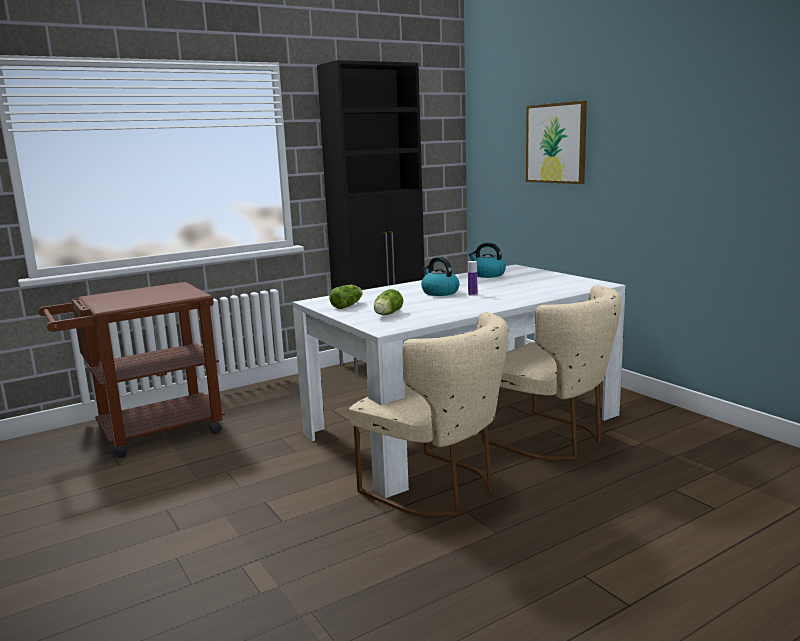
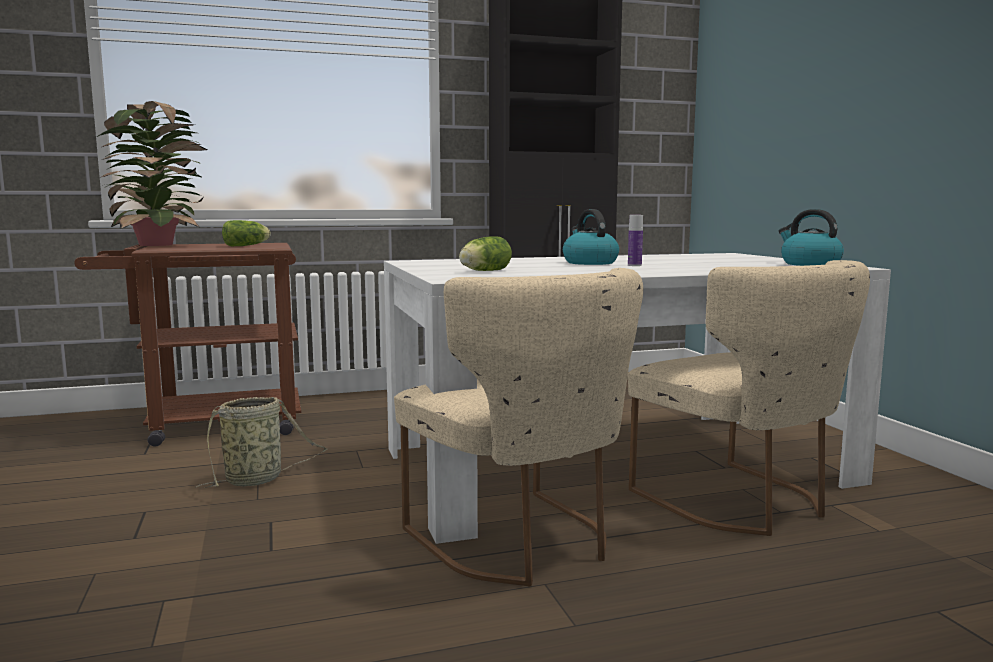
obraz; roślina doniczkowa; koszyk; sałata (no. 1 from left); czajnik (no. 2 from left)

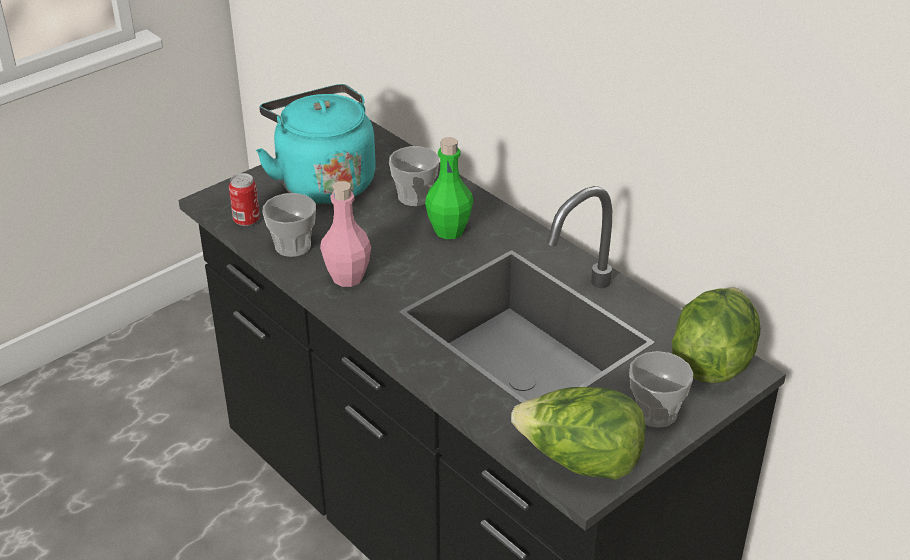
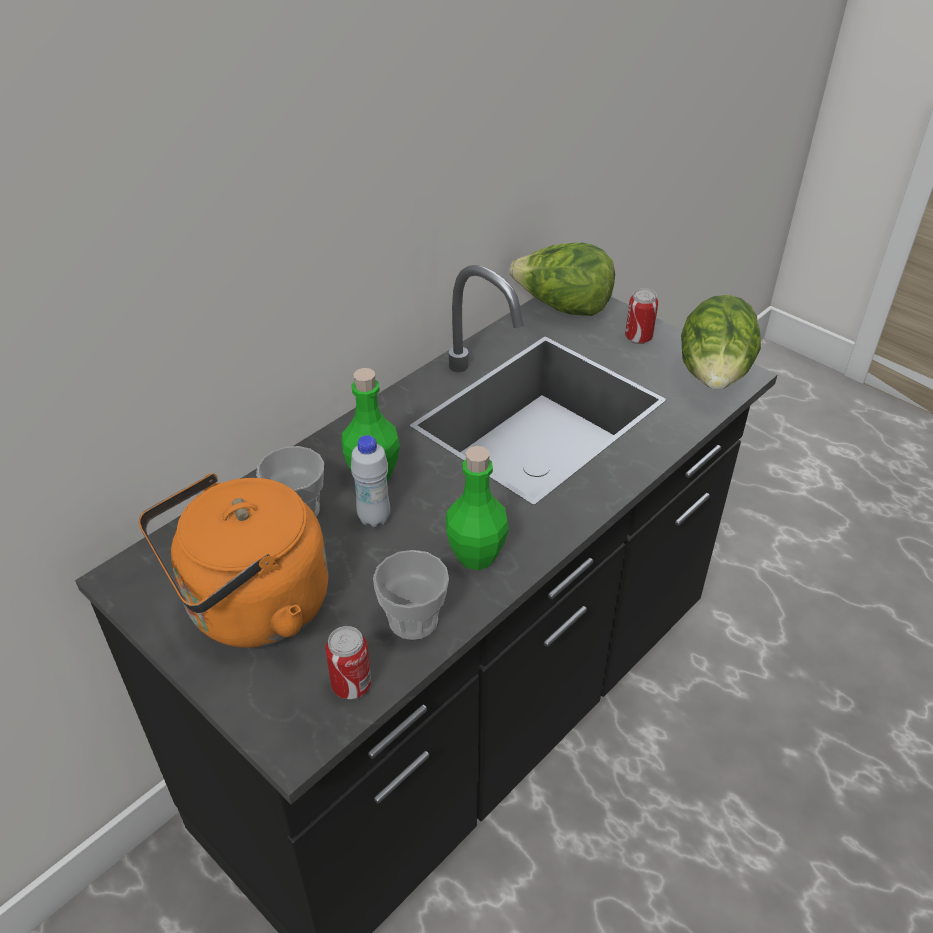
butelka (biały); puszka (no. 2 from left); czajnik (pomarańczowy); butelka (zielony) (no. 2 from left)

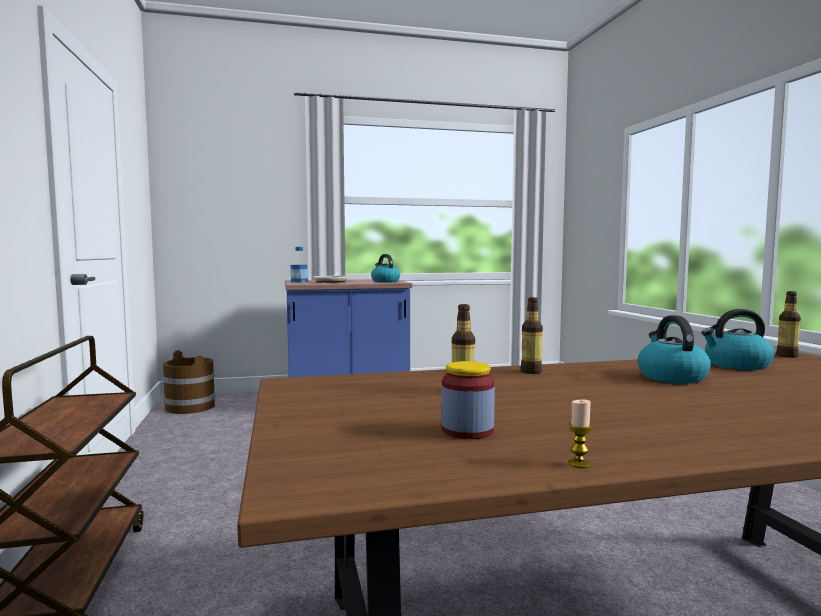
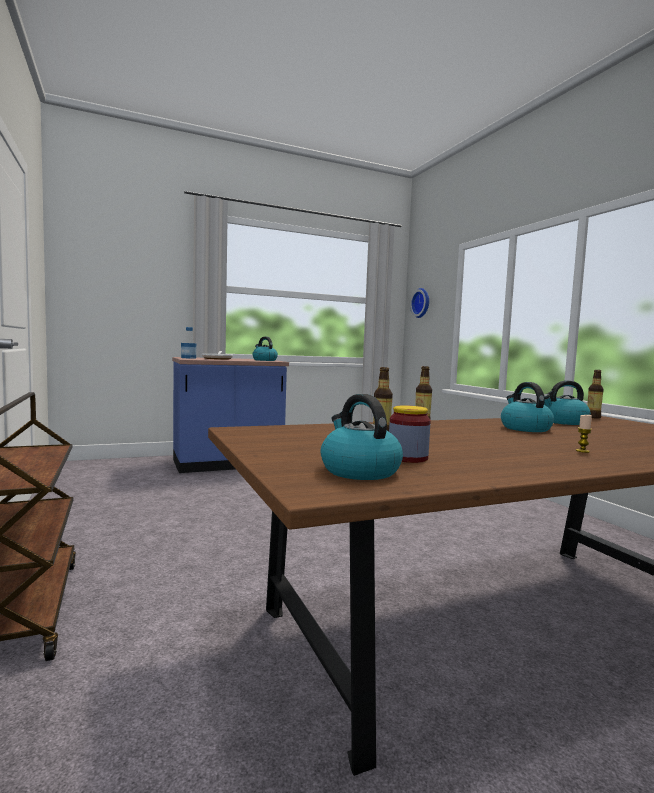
wiadro (brązowy); czajnik (no. 2 from left); zegar ścienny; świeca

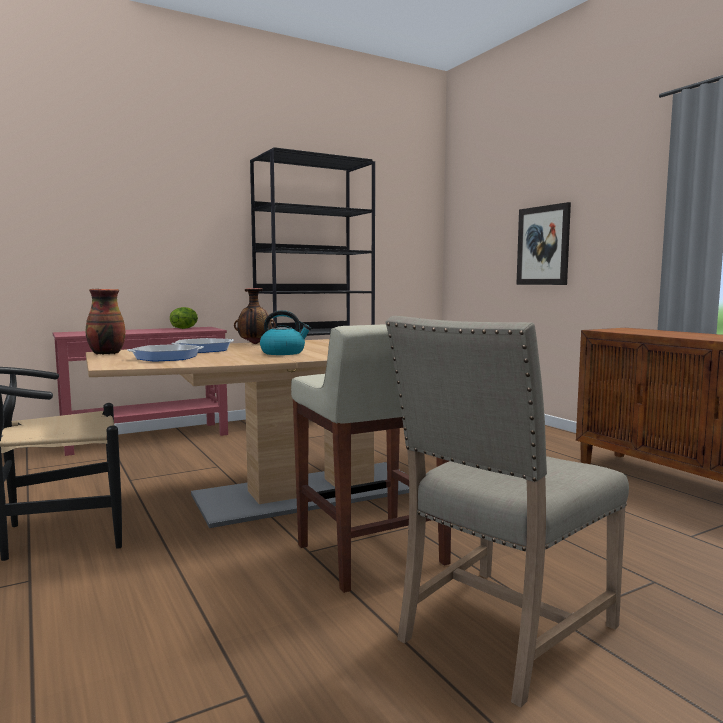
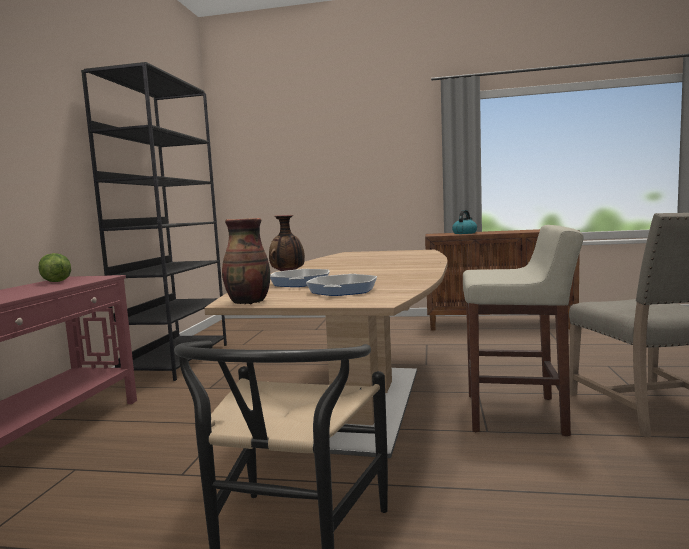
obraz; czajnik

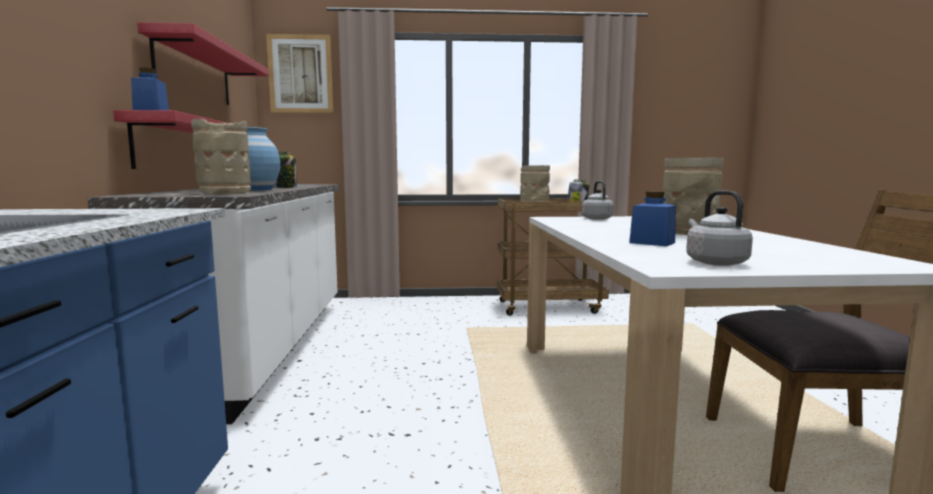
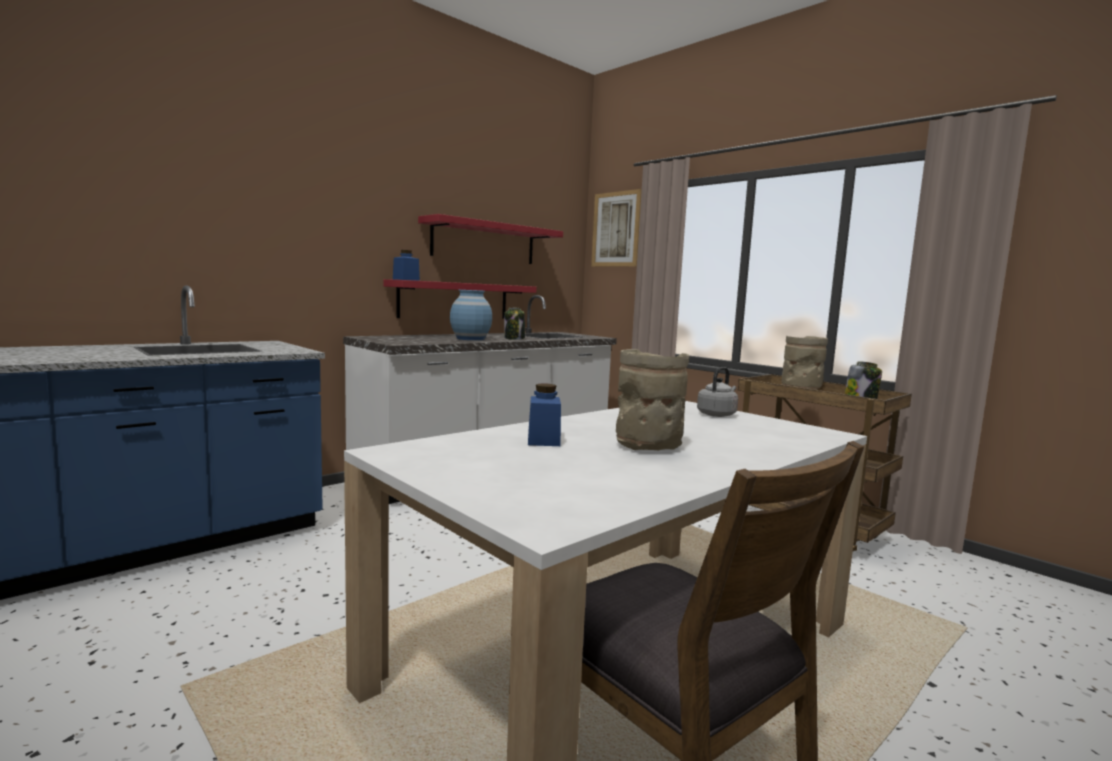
wazon (beżowy) (no. 1 from left in the first image); czajnik (szary) (no. 2 from left in the first image)

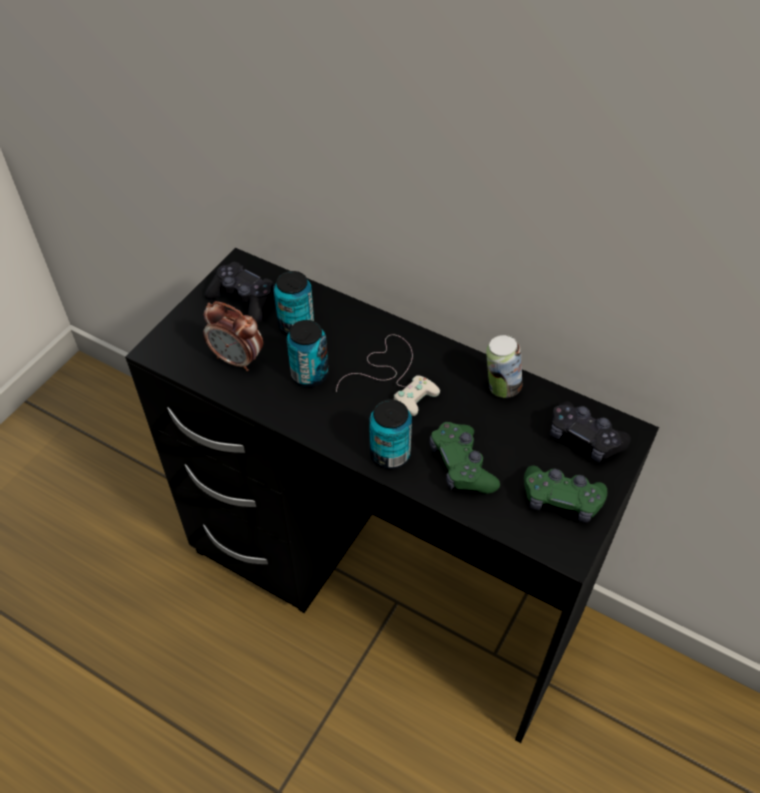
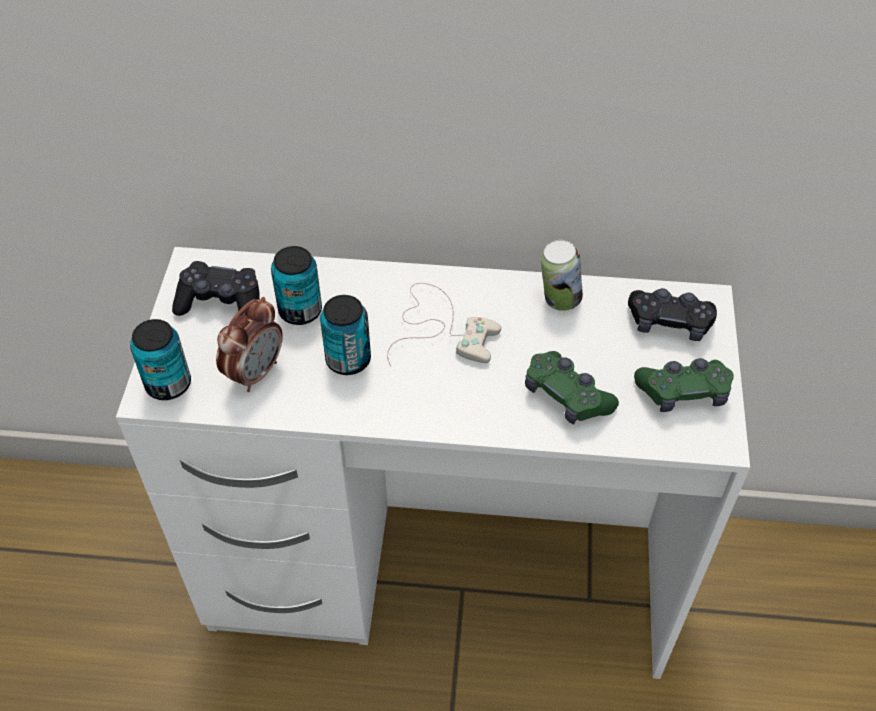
puszka (no. 1 from left); biurko (biały); budzik

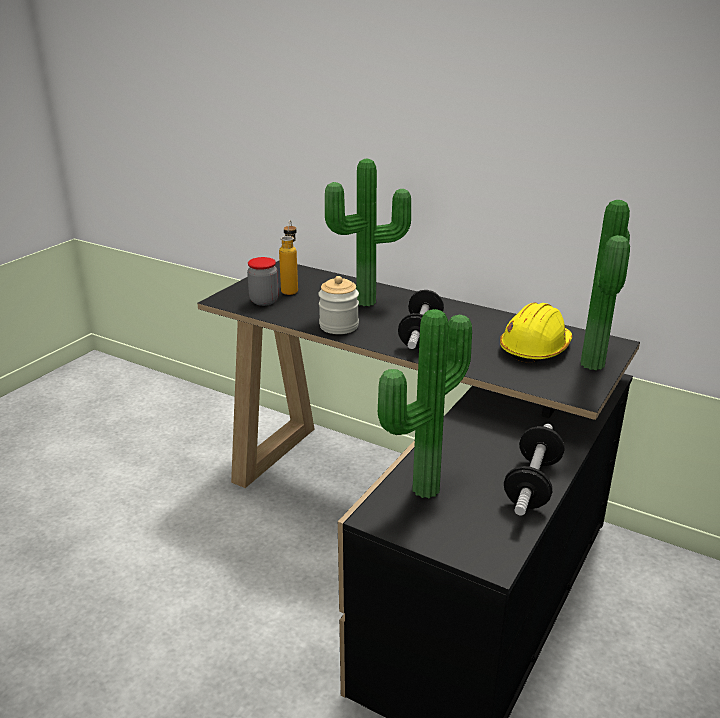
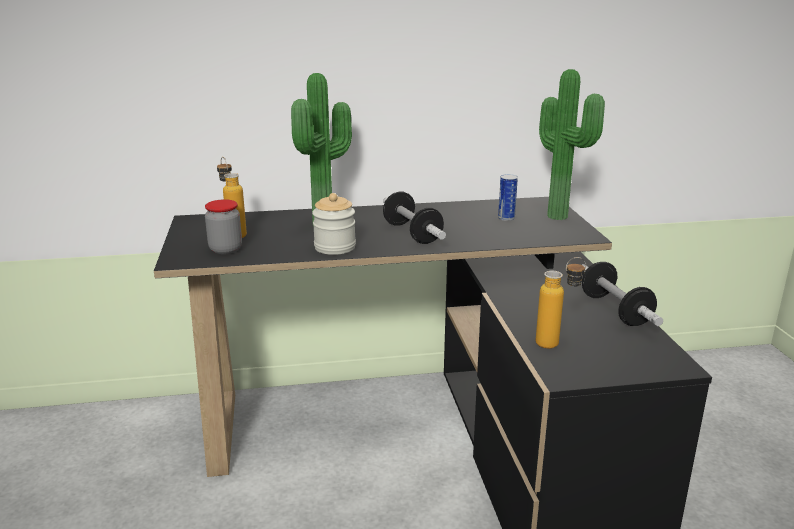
butelka (no. 2 from left); puszka

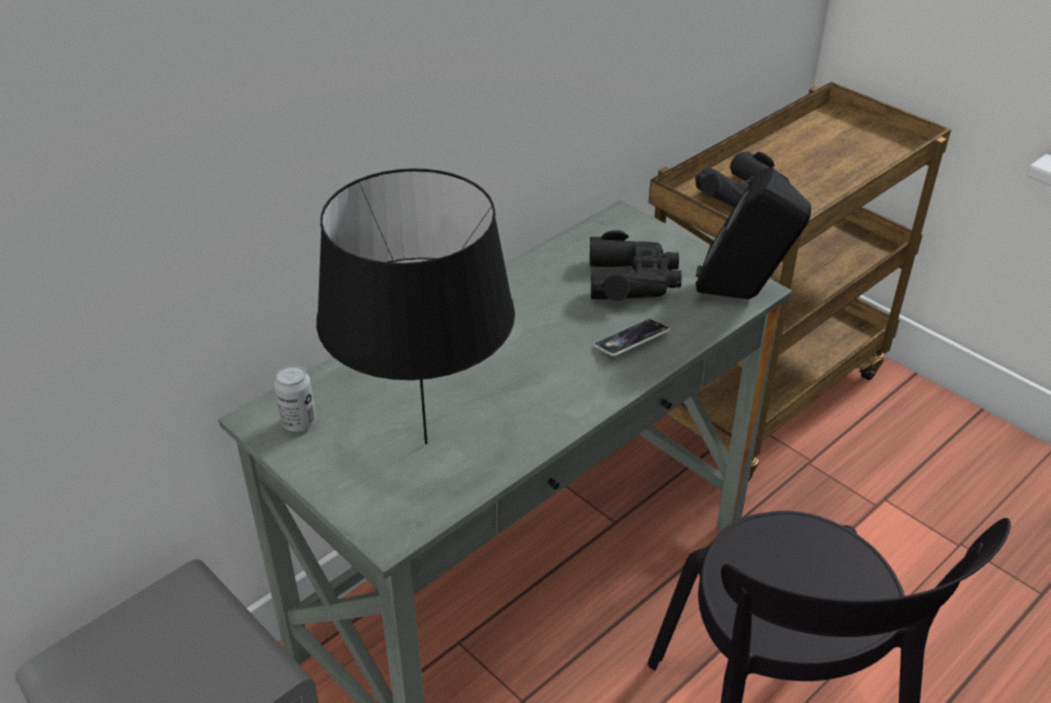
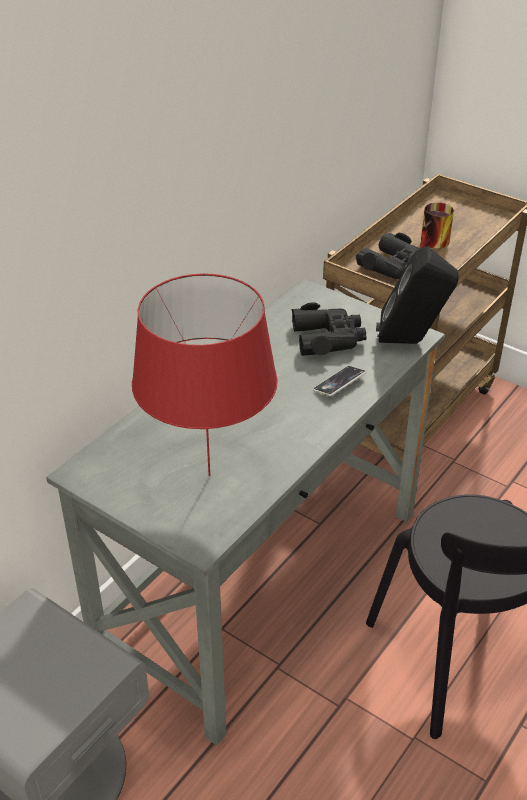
puszka; kubek; lampa stołowa (czerwony)

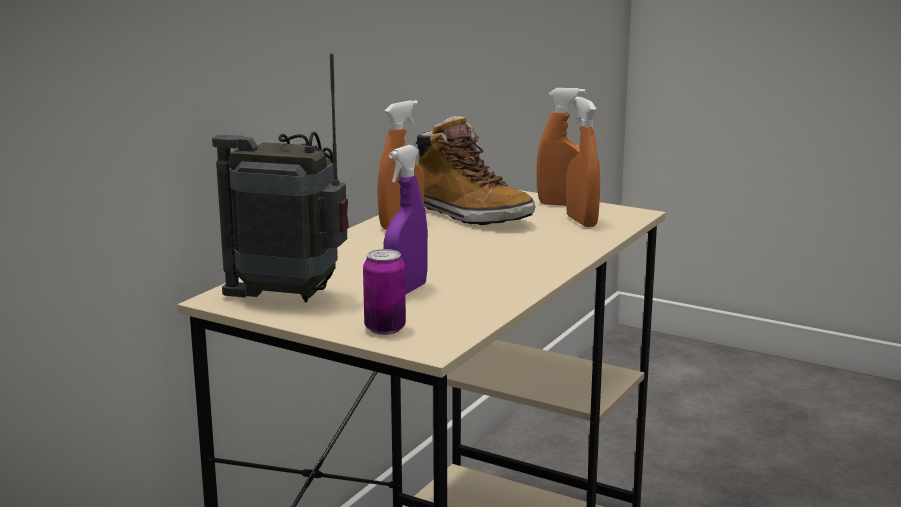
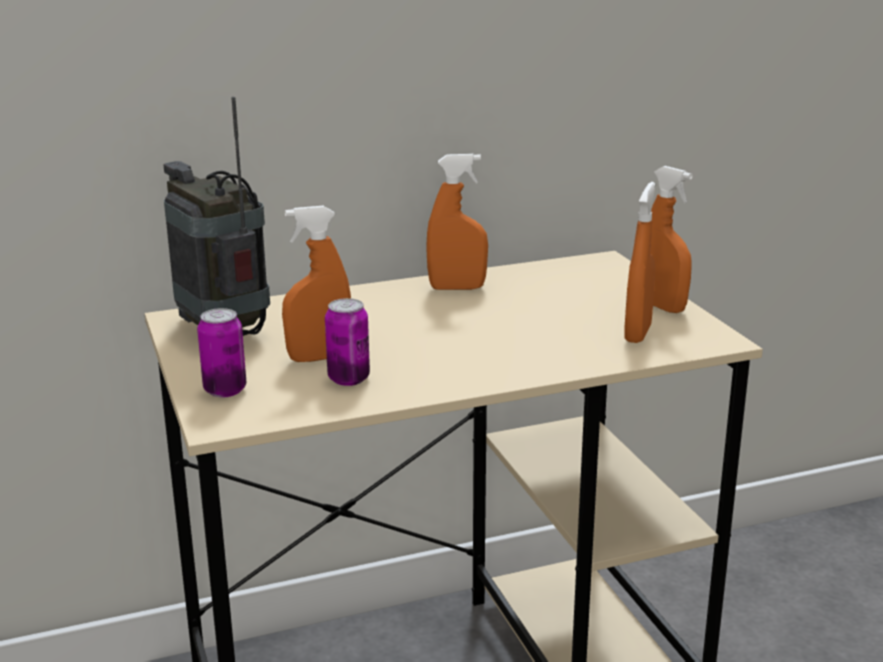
but z cholewką; puszka (no. 2 from left); spryskiwacz (pomarańczowy) (no. 1 from left)

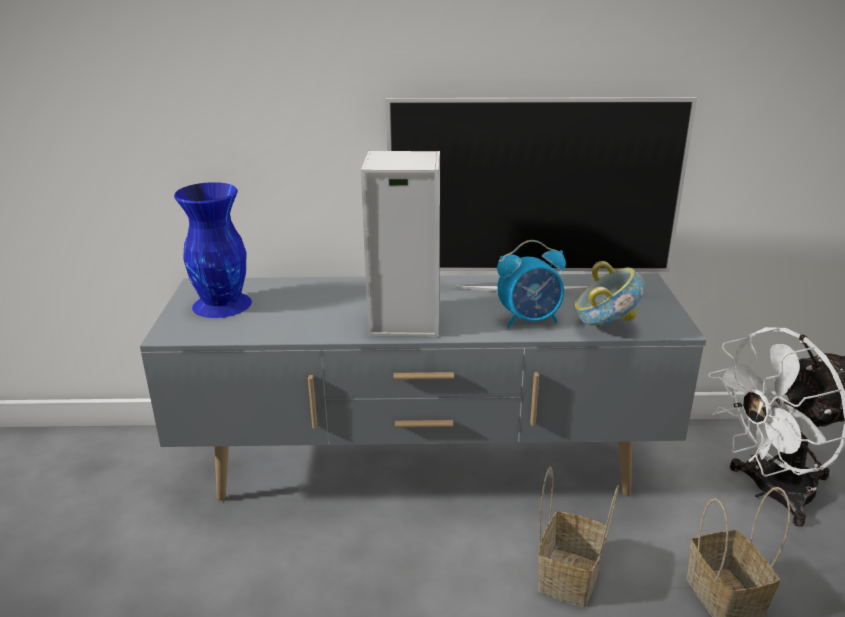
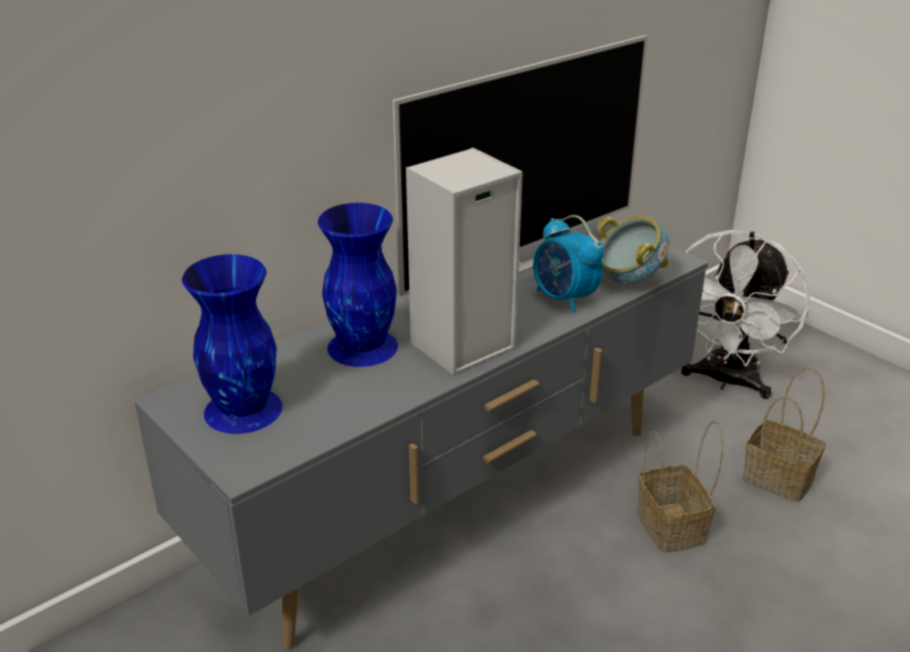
wazon (niebieski) (no. 2 from left); budzik

